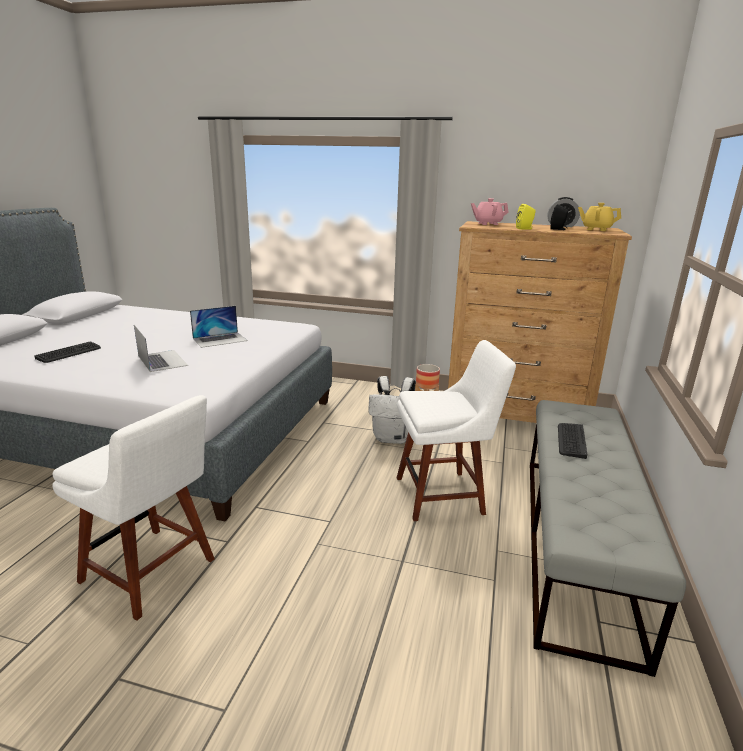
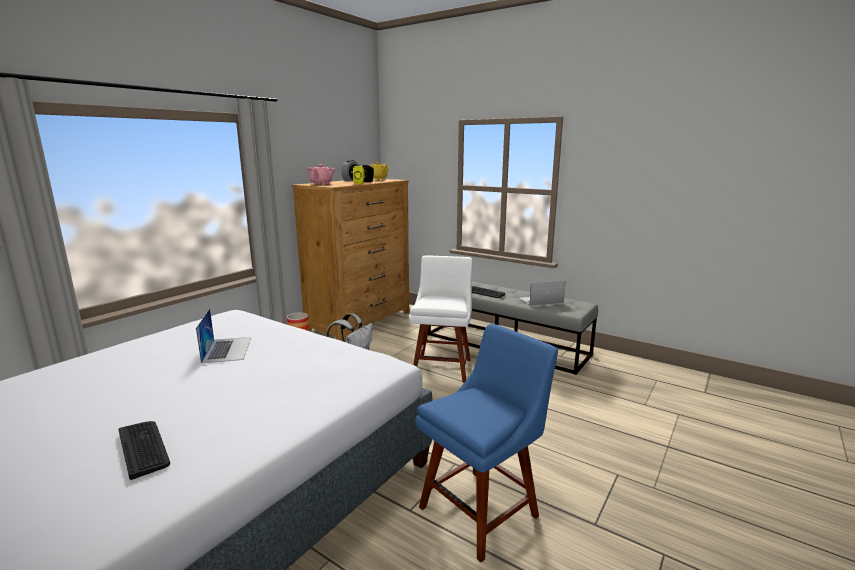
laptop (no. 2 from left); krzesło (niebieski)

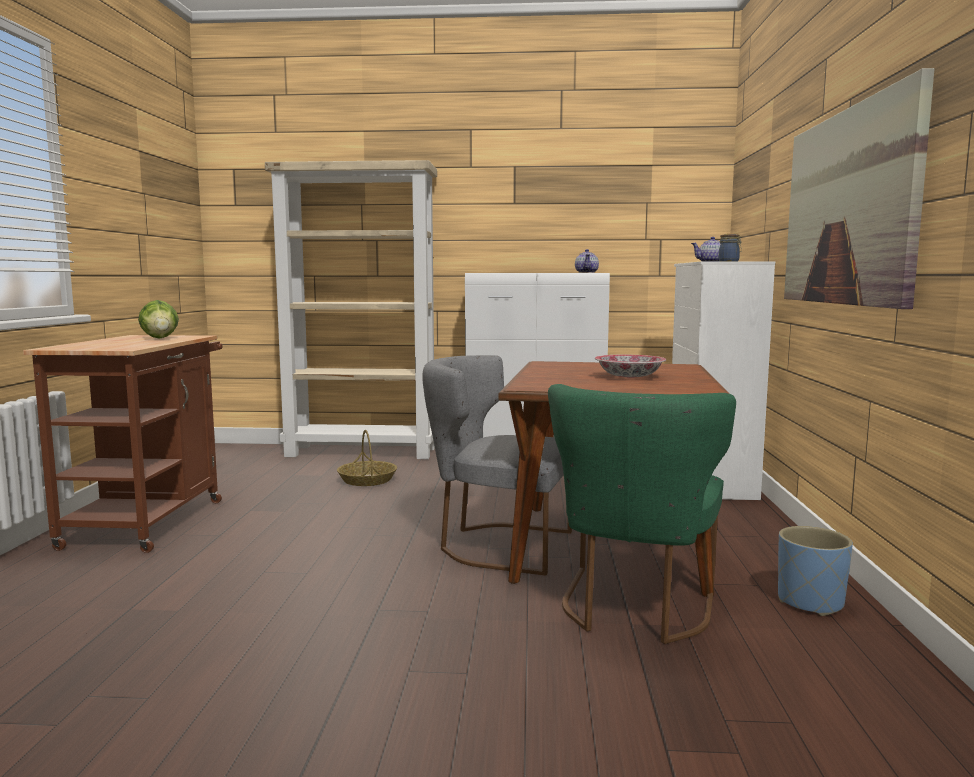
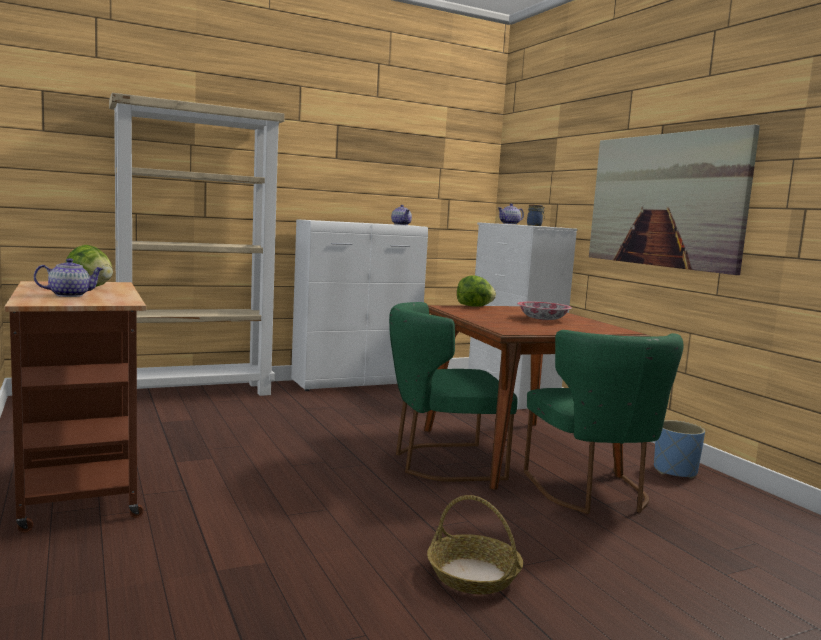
imbryk (no. 1 from left); sałata (no. 2 from left); koszyk; krzesło (zielony) (no. 1 from left)

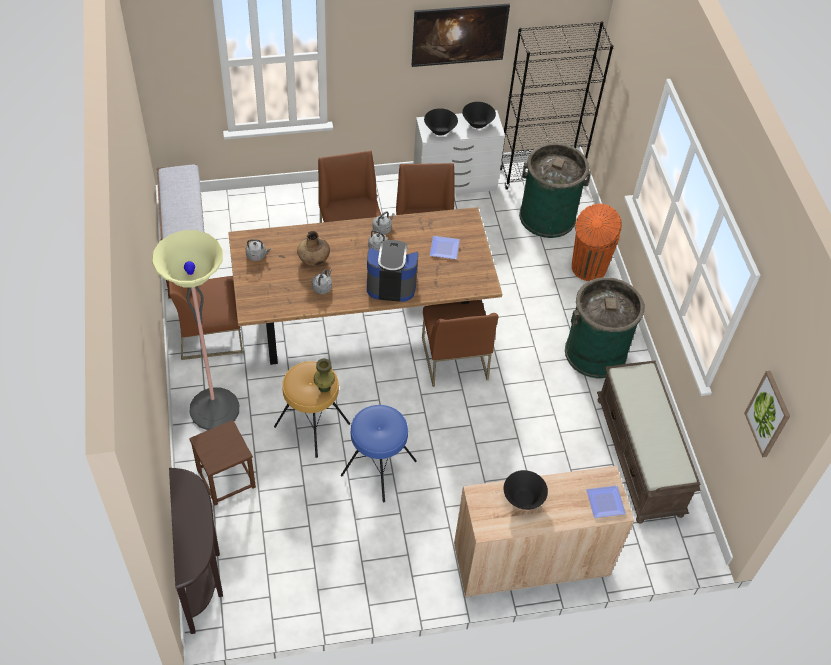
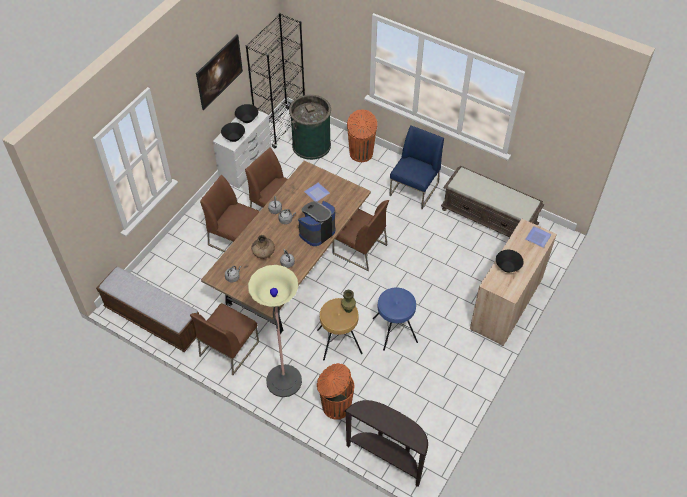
obraz (no. 2 from left in the first image); kosz na śmieci (pomarańczowy) (no. 1 from left); krzesło (niebieski)

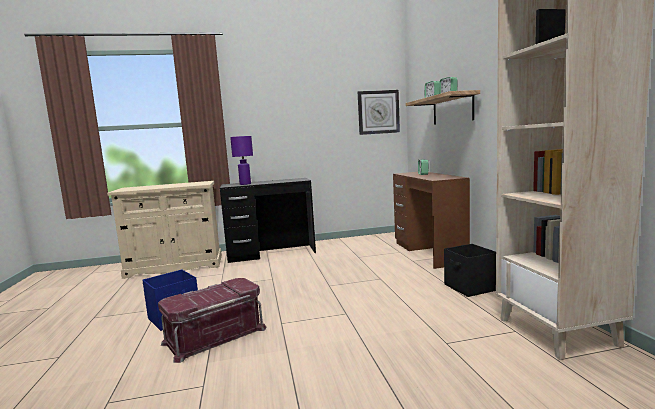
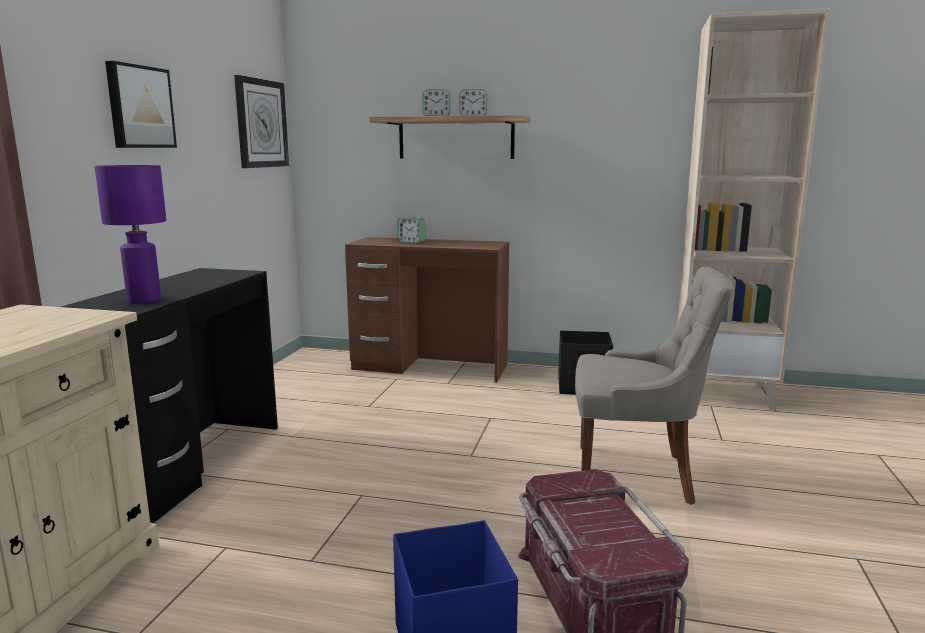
obraz; krzesło (szary)

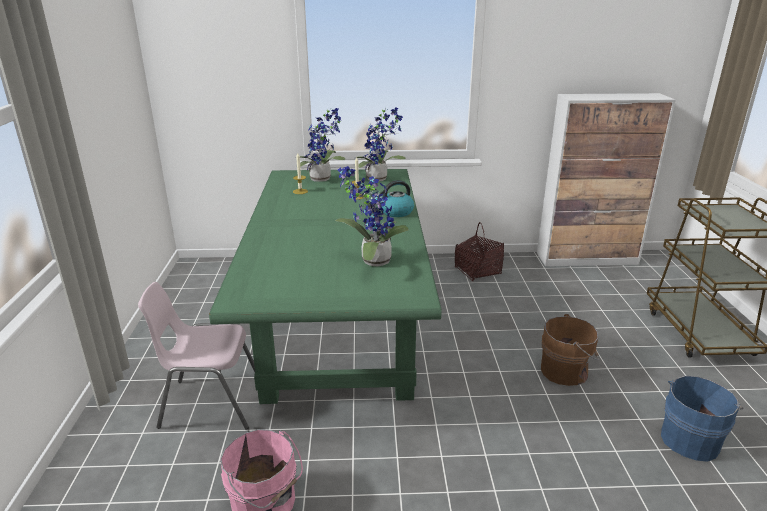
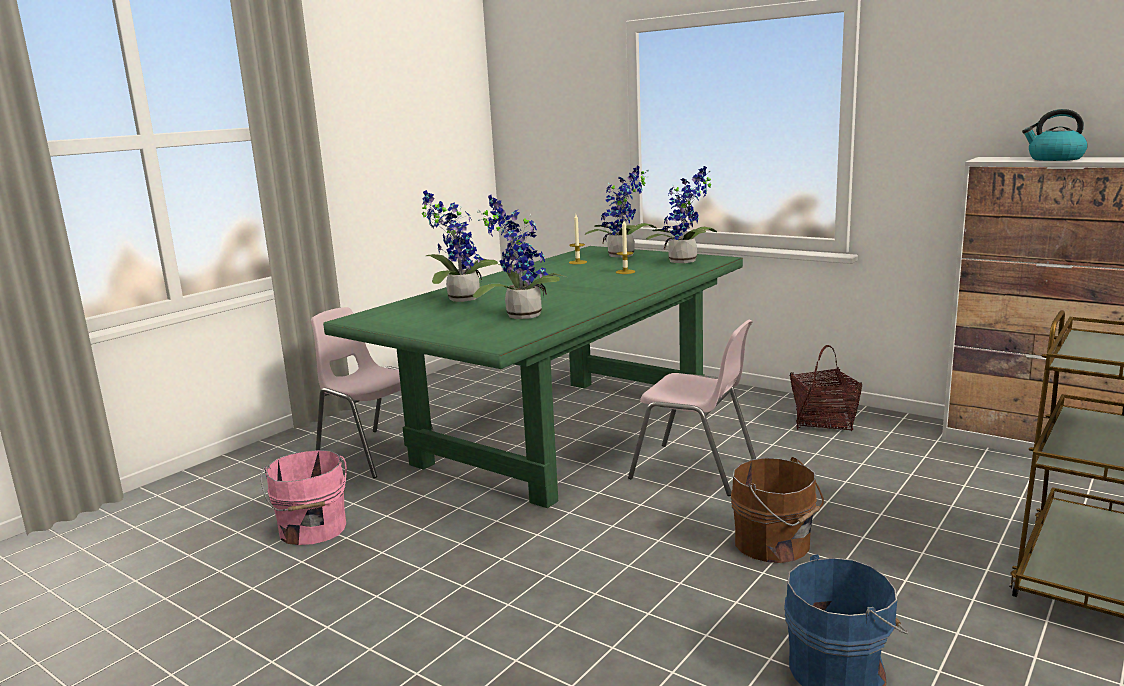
roślina doniczkowa (no. 1 from left); krzesło (różowy) (no. 2 from left); czajnik

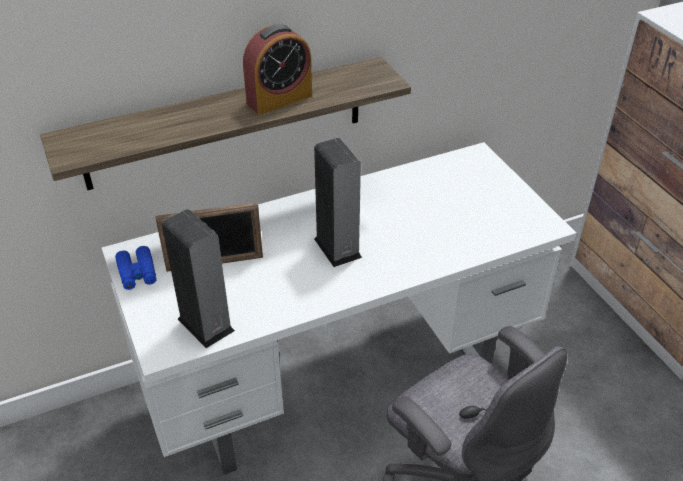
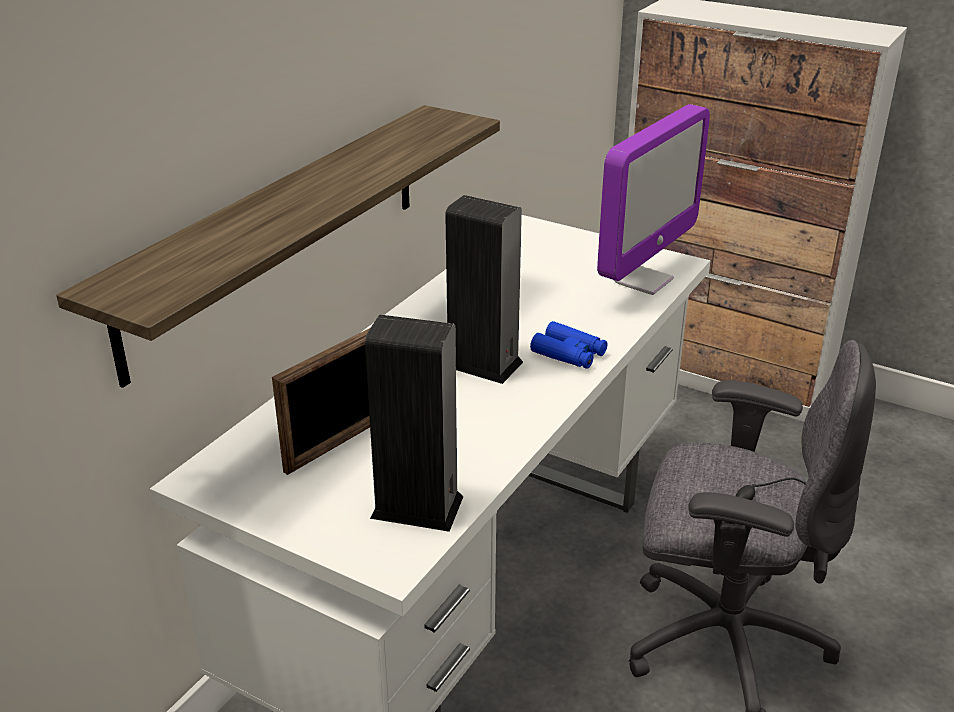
budzik; monitor; lornetka (niebieski)

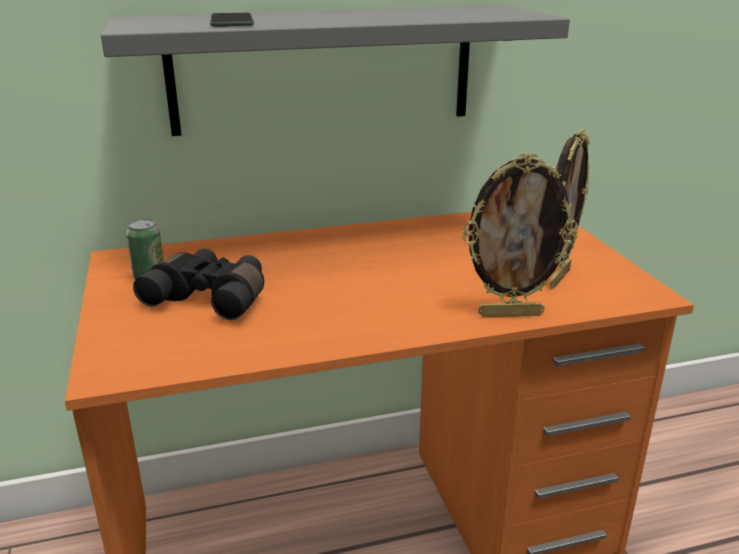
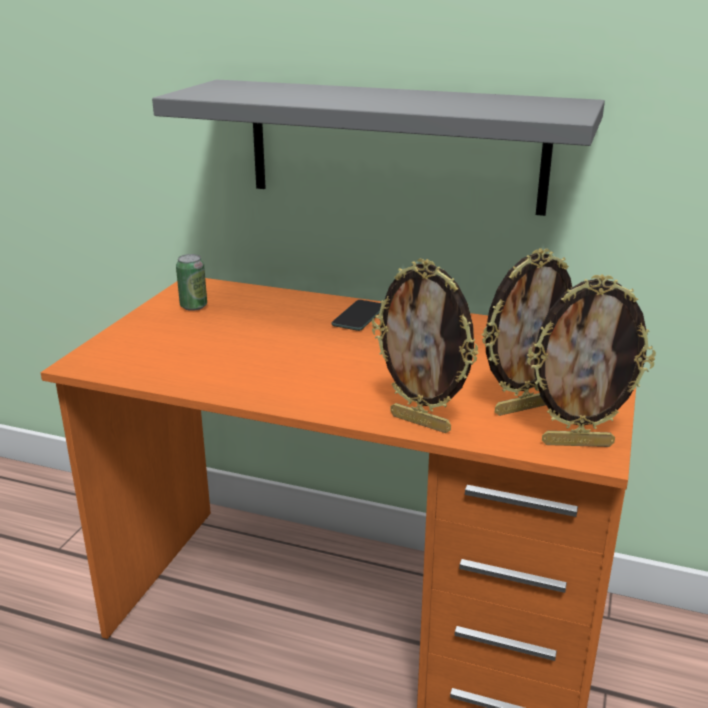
lornetka (czarny); ramka na zdjęcie (no. 3 from left); telefon

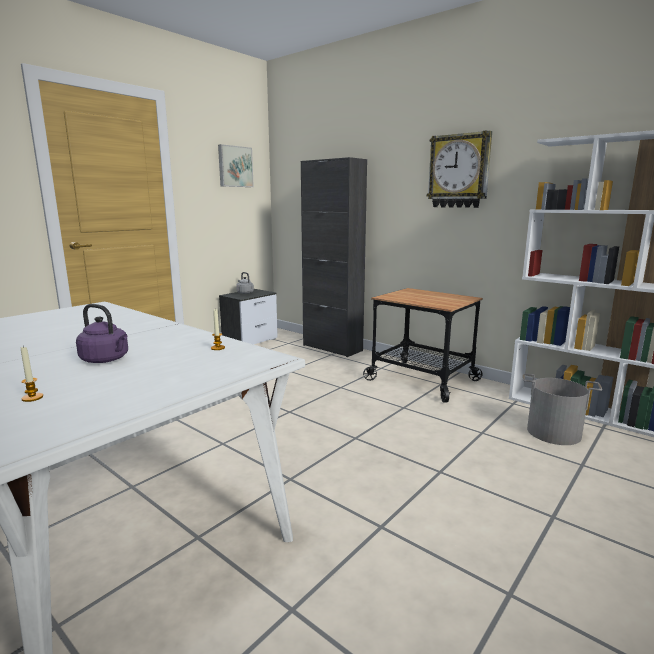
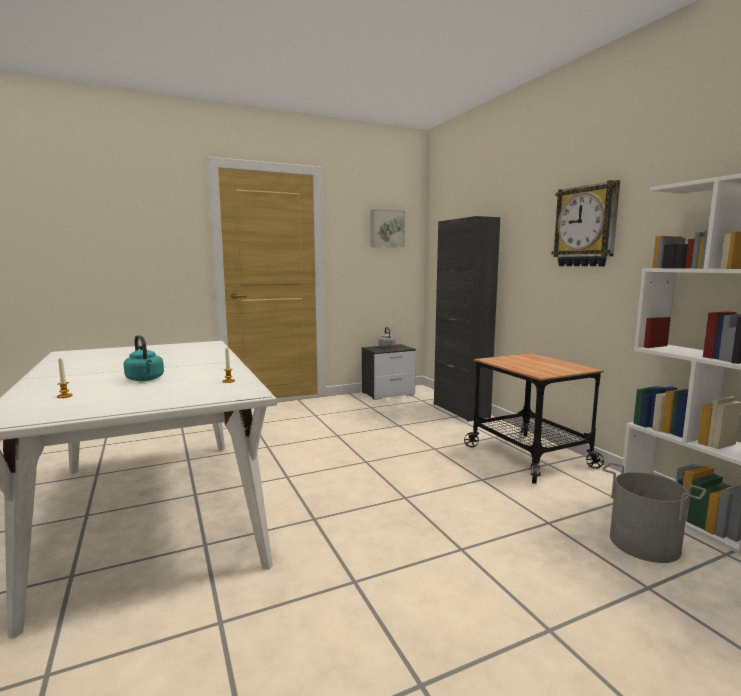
czajnik (turkusowy)

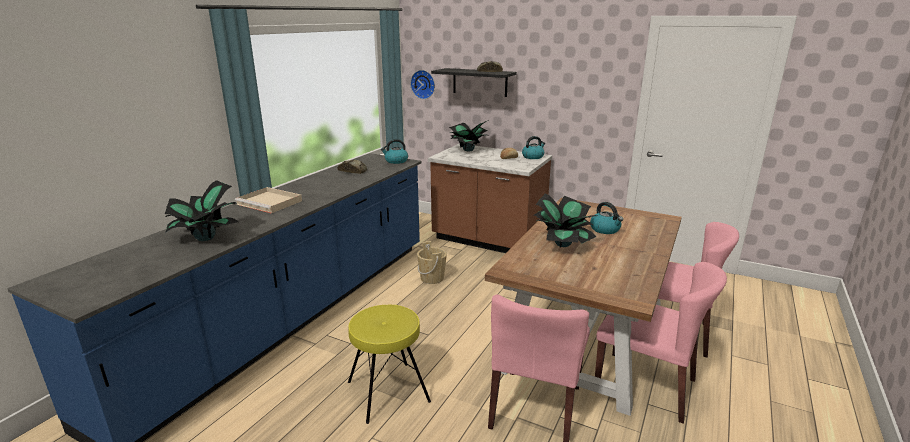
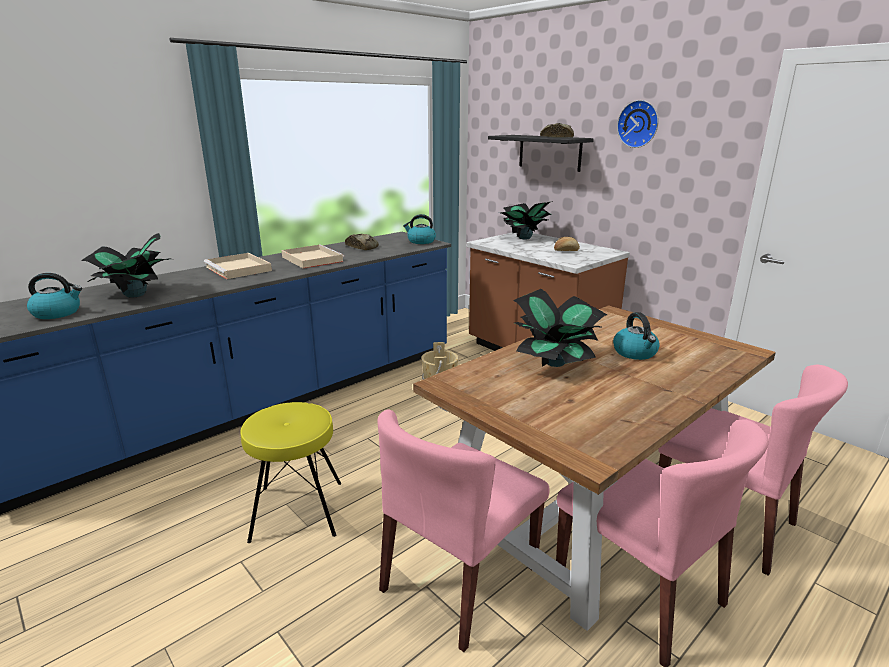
taca (beżowy) (no. 2 from left); zegar ścienny; czajnik (no. 1 from left)

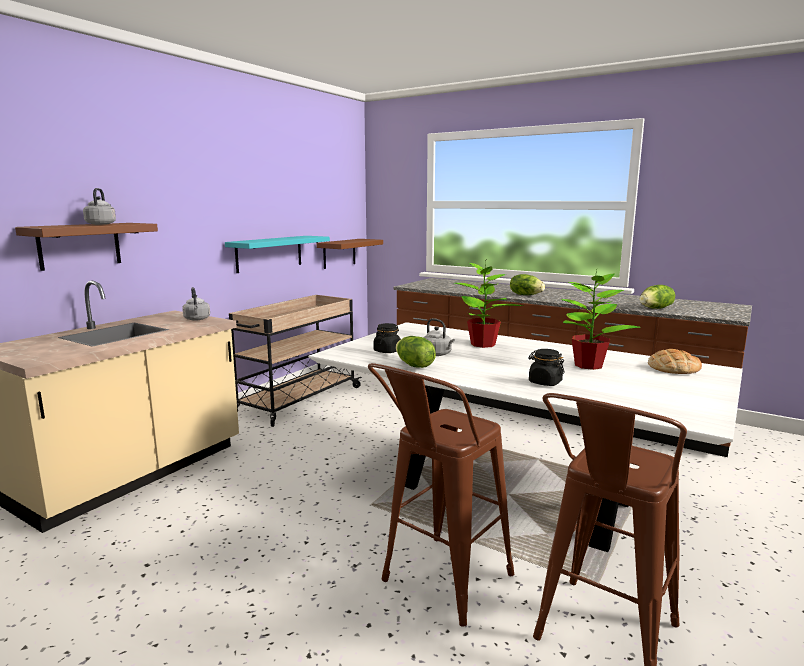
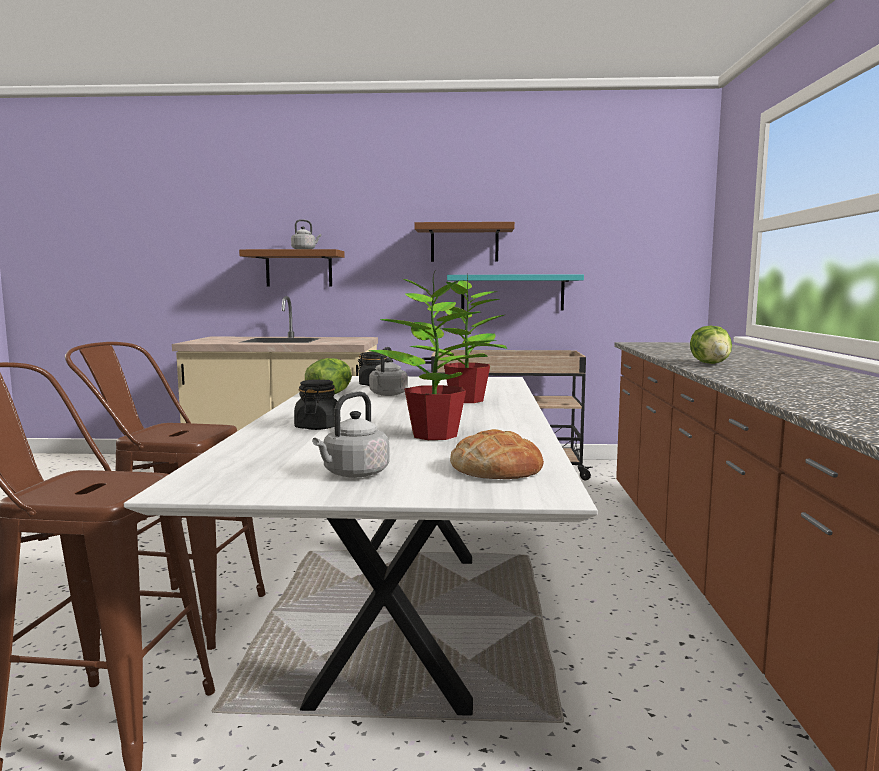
sałata (no. 3 from left in the first image); czajnik (szary) (no. 2 from left); półka (brązowy) (no. 2 from left)

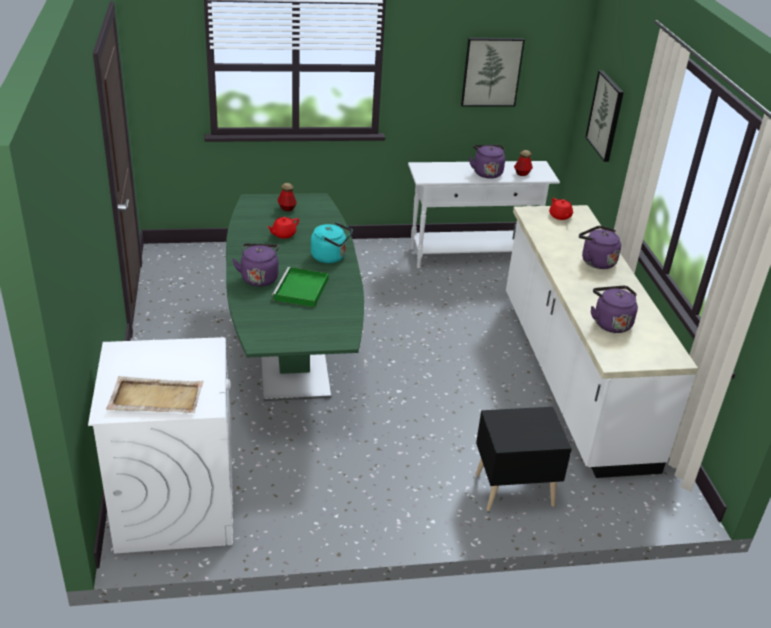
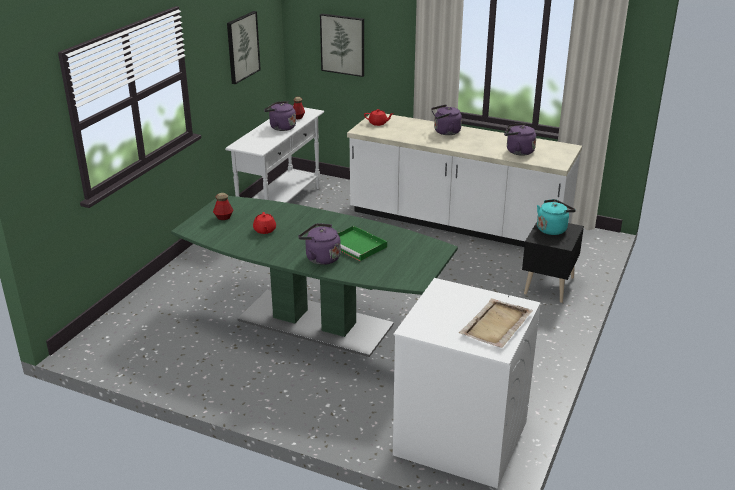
czajnik (turkusowy)

